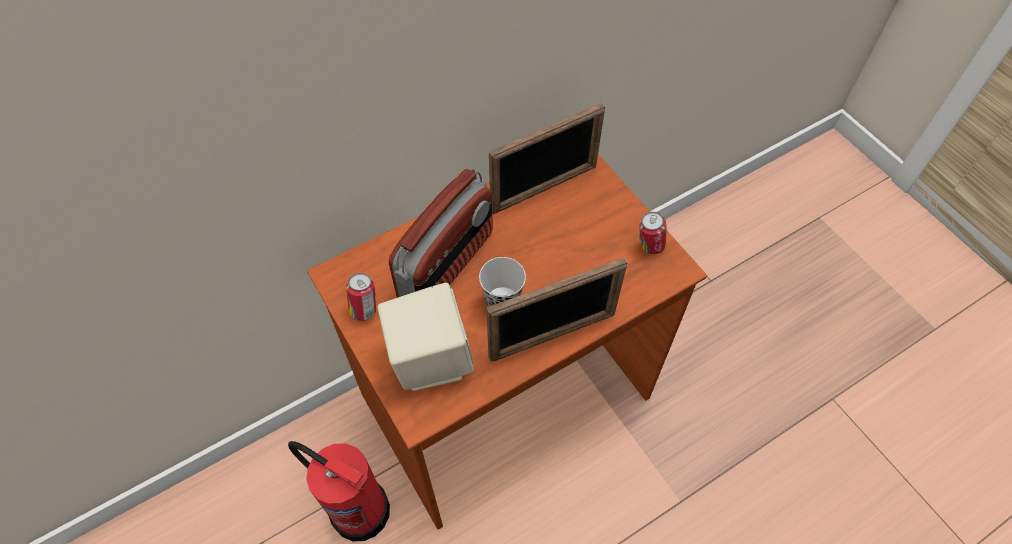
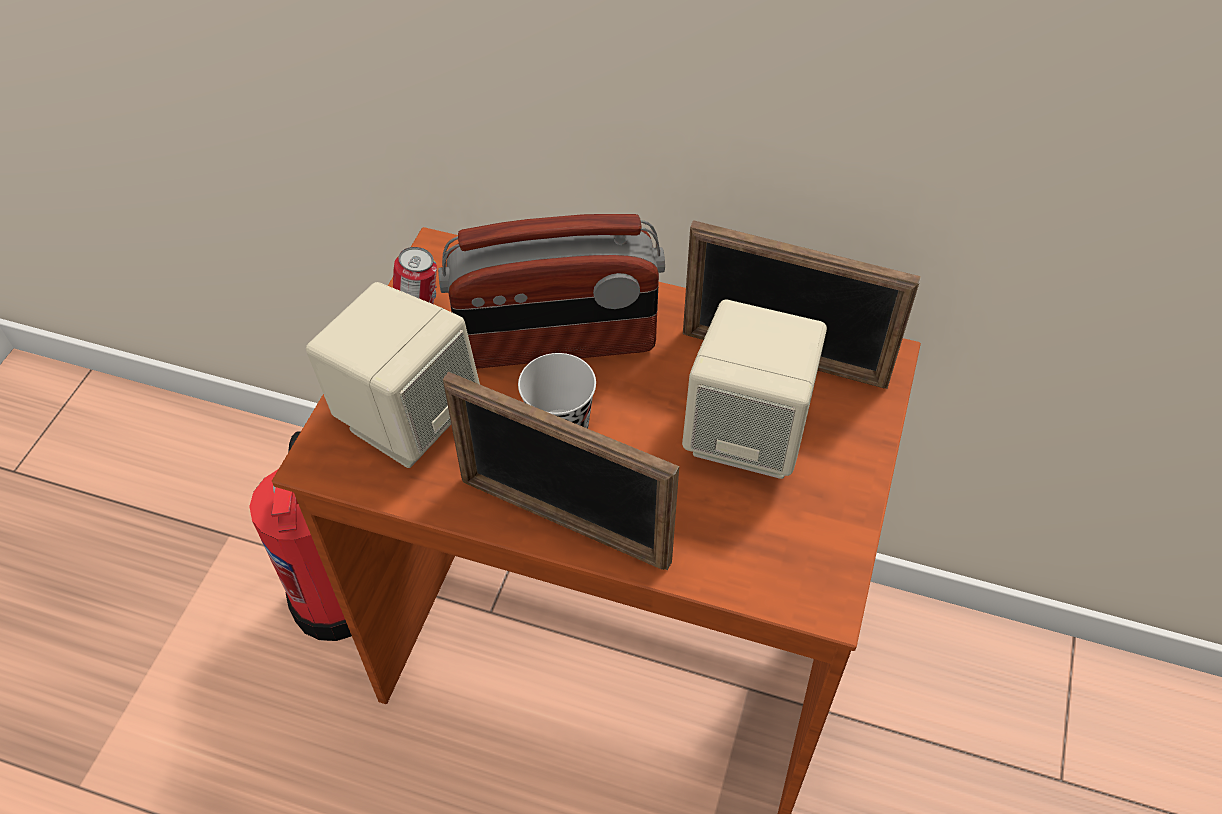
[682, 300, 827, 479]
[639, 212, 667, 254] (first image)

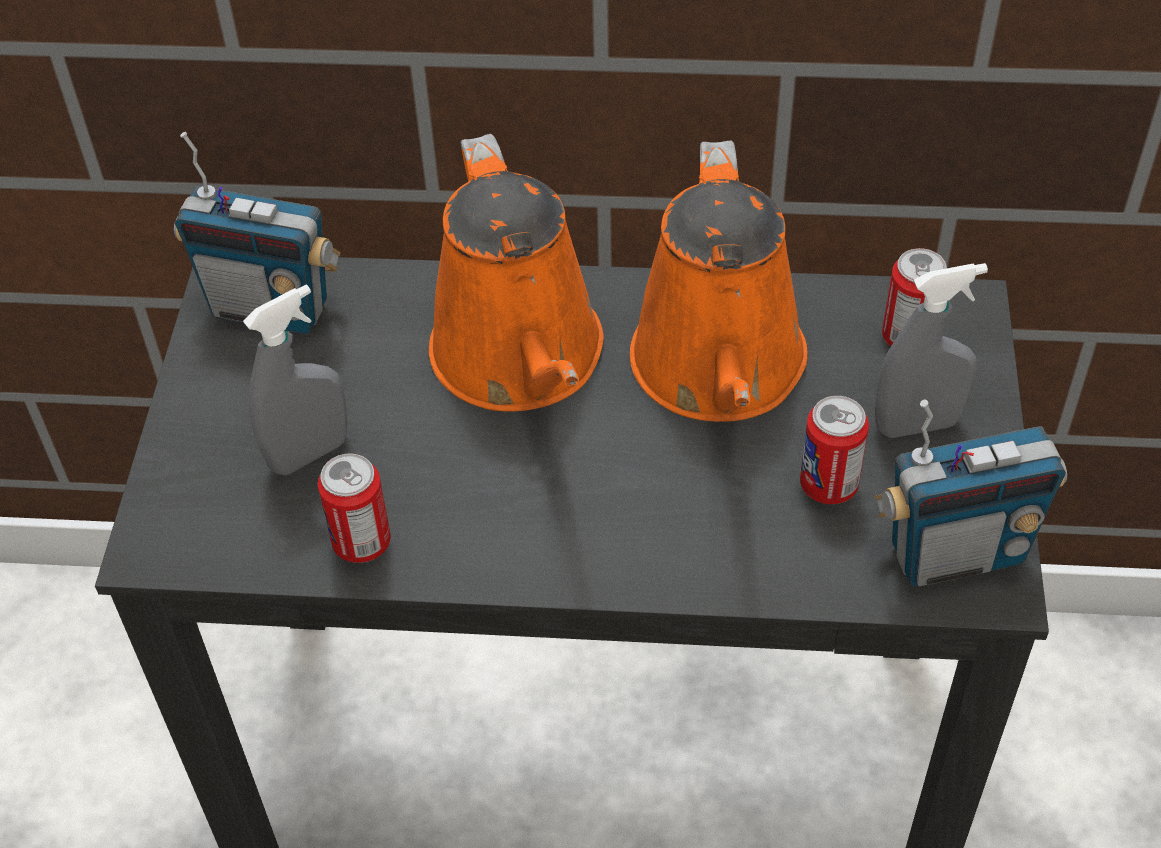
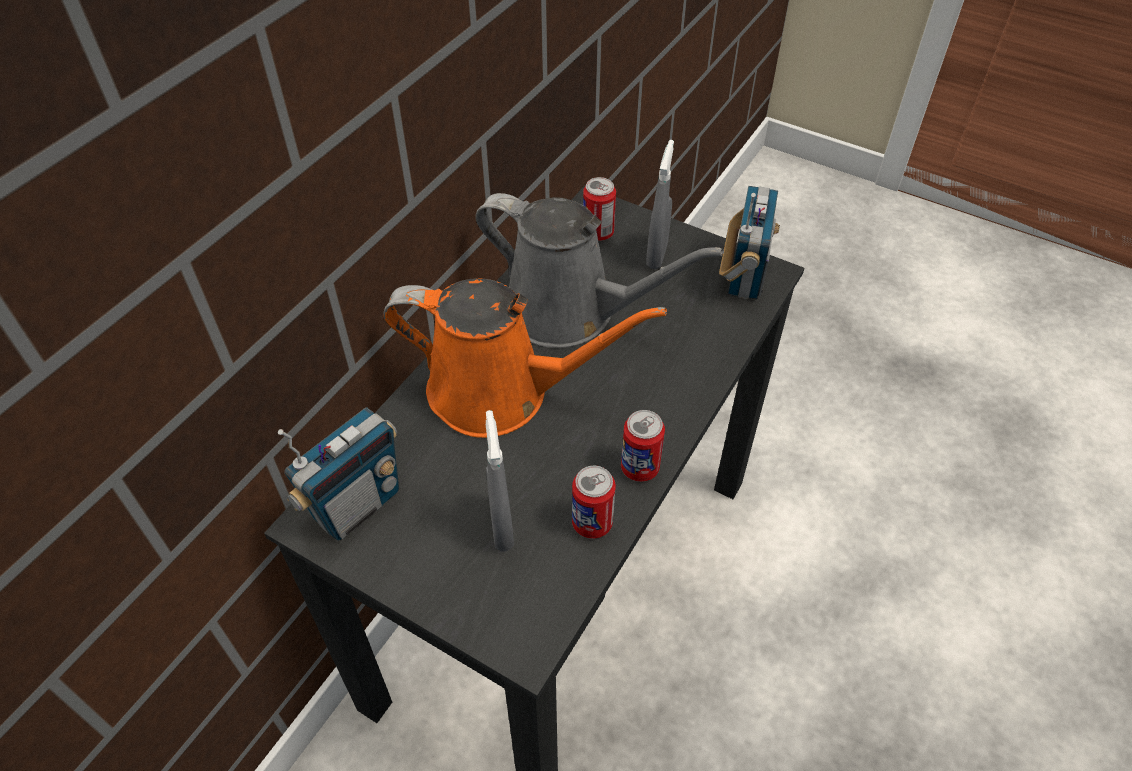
[475, 193, 724, 348]
[621, 410, 665, 482]

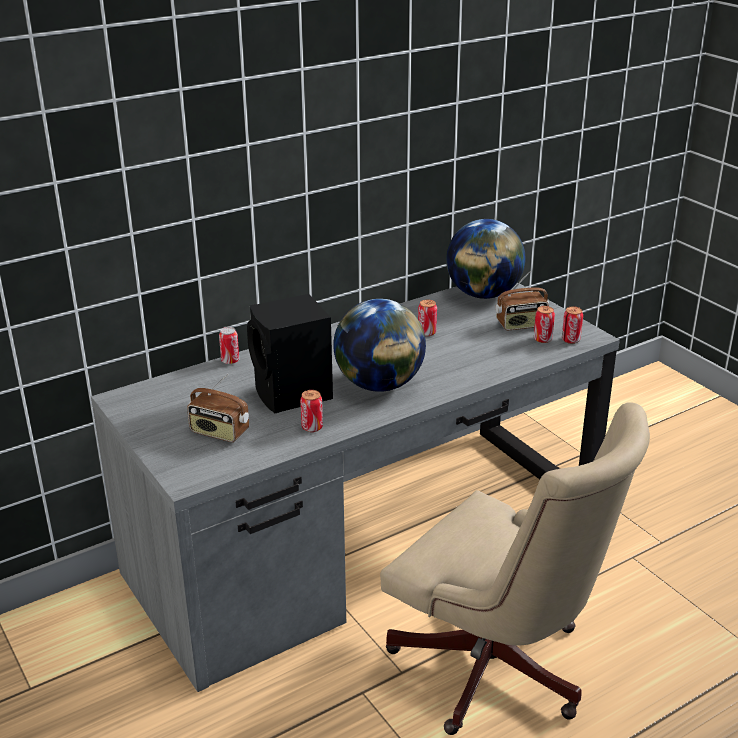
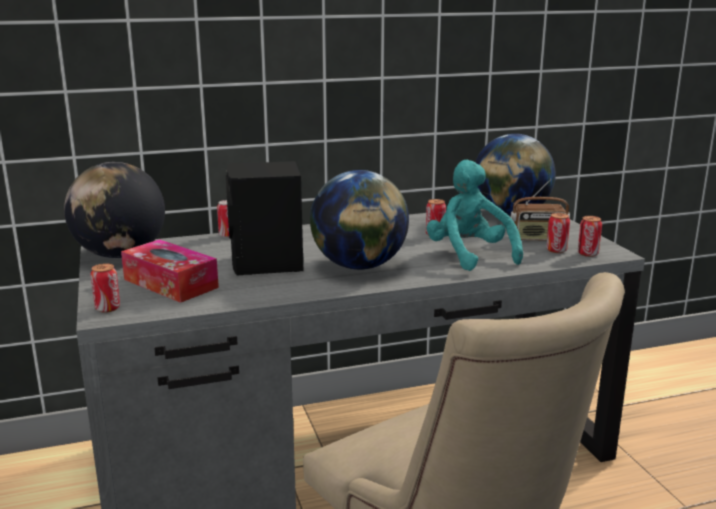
[64, 162, 165, 258]
[90, 263, 120, 313]
[121, 239, 219, 303]
[426, 160, 523, 271]

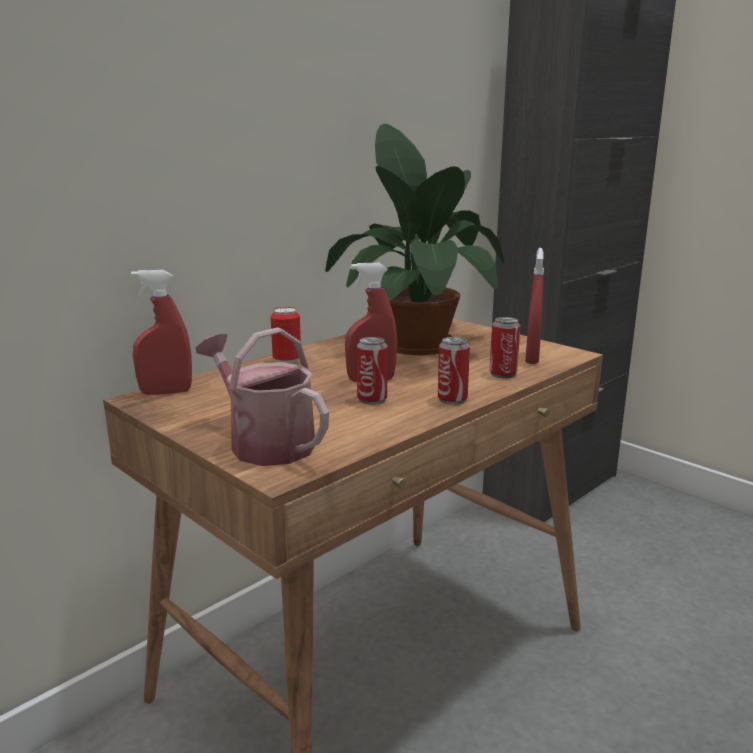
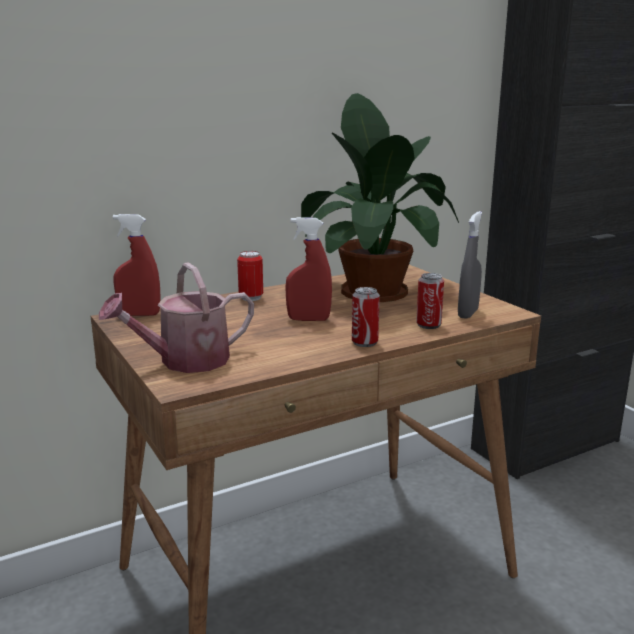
[99, 262, 254, 373]
[458, 211, 482, 319]
[357, 337, 388, 405] (first image)

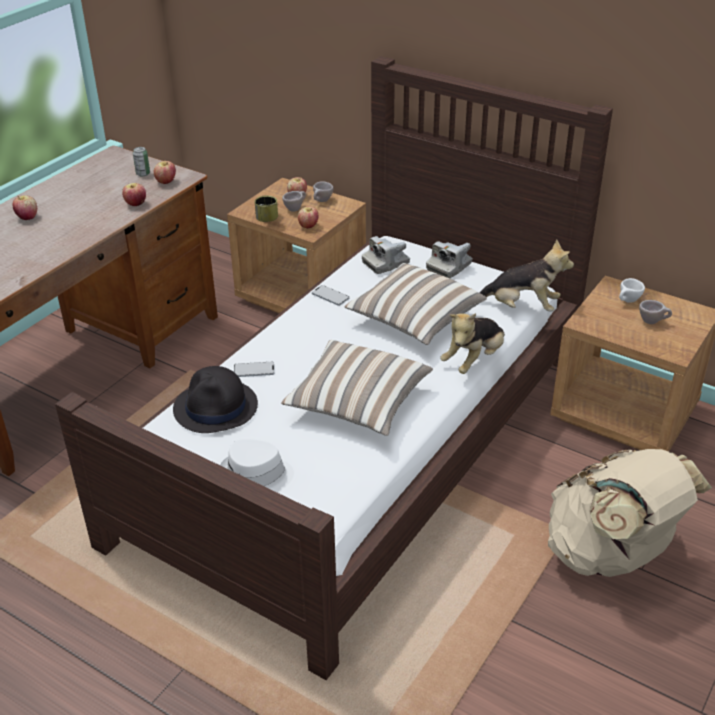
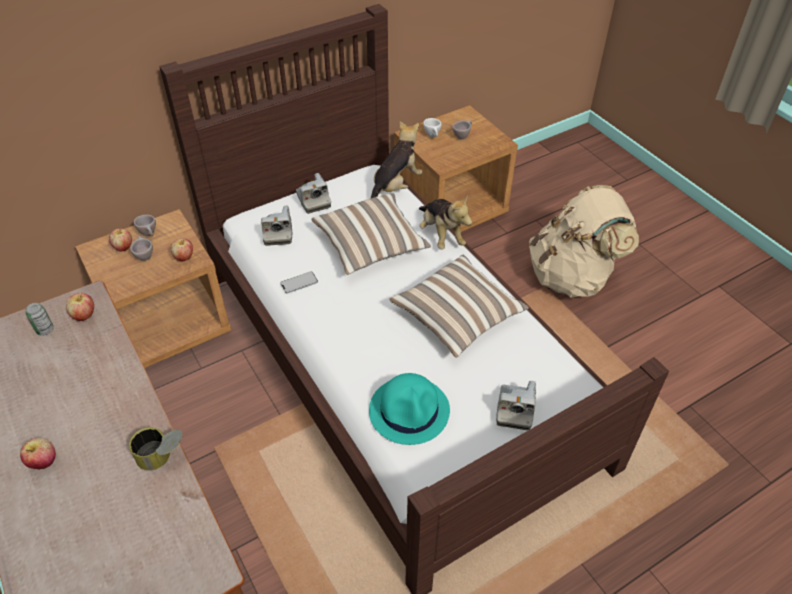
[129, 427, 183, 471]
[369, 373, 450, 445]
[496, 381, 536, 430]
[122, 183, 146, 206] (first image)
[234, 362, 274, 377] (first image)

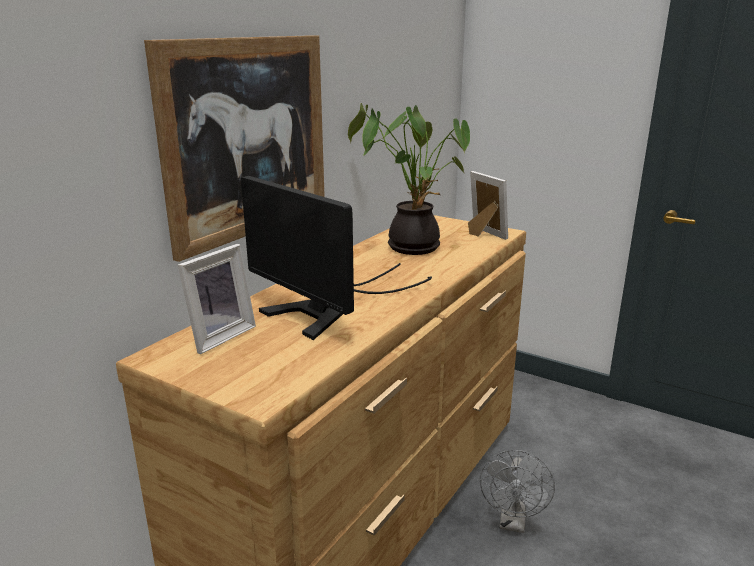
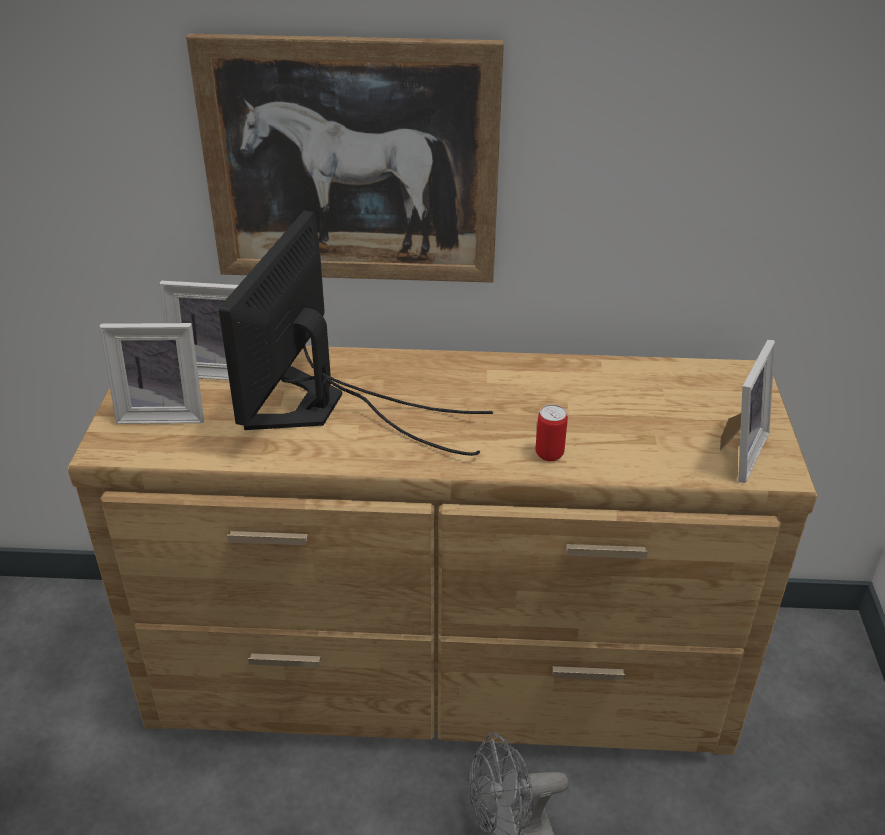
[99, 323, 204, 424]
[535, 405, 568, 461]
[348, 103, 470, 255] (first image)

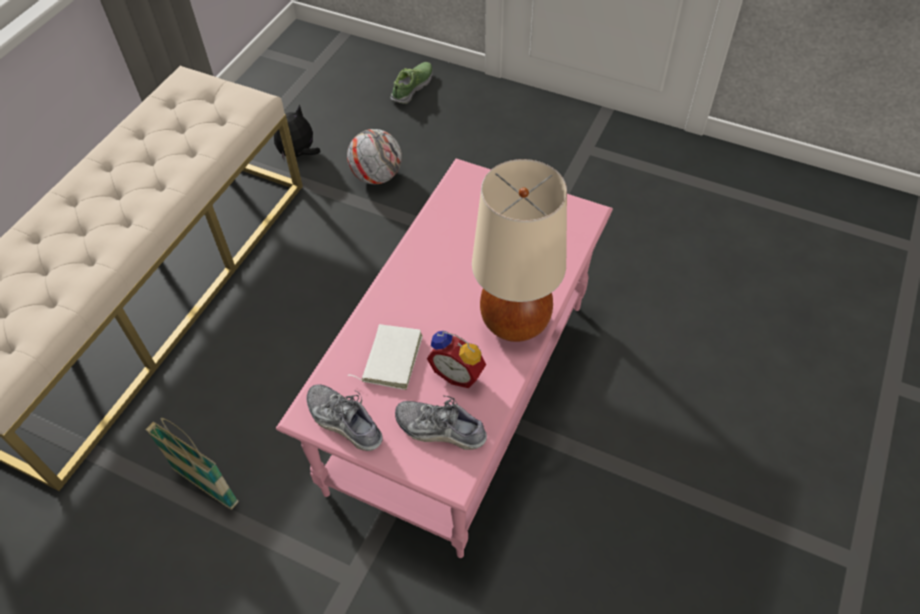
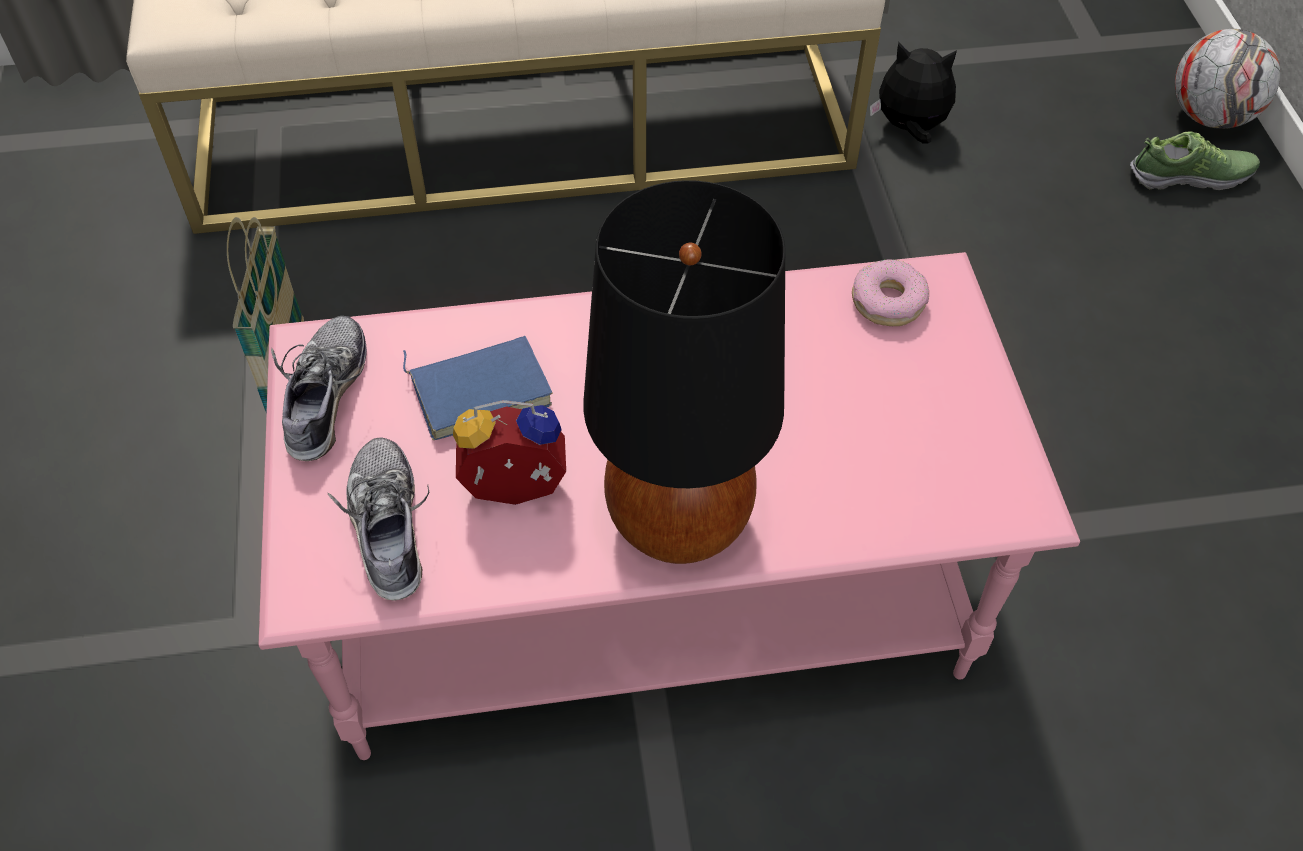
[403, 336, 553, 440]
[453, 400, 566, 505]
[583, 180, 786, 564]
[852, 259, 929, 326]
[1175, 29, 1280, 129]

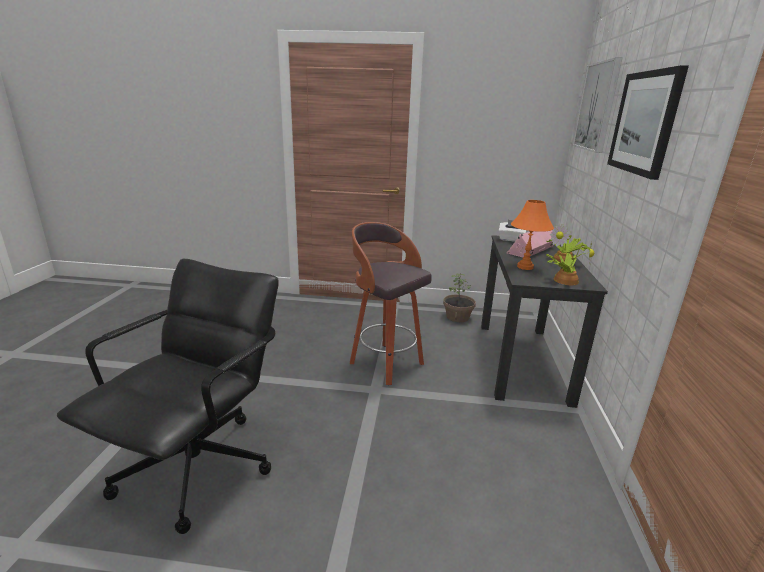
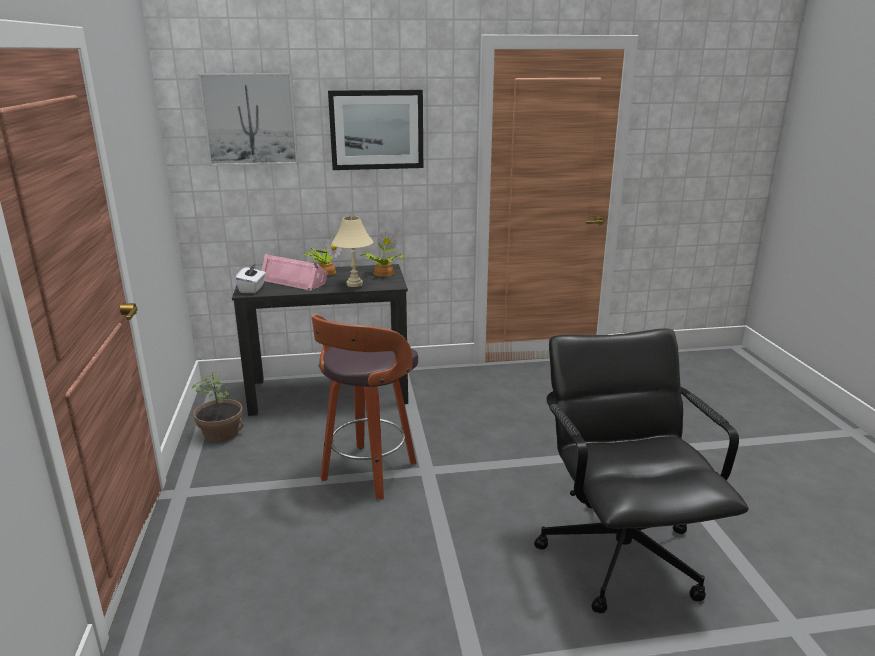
[332, 216, 373, 287]
[534, 329, 749, 613]

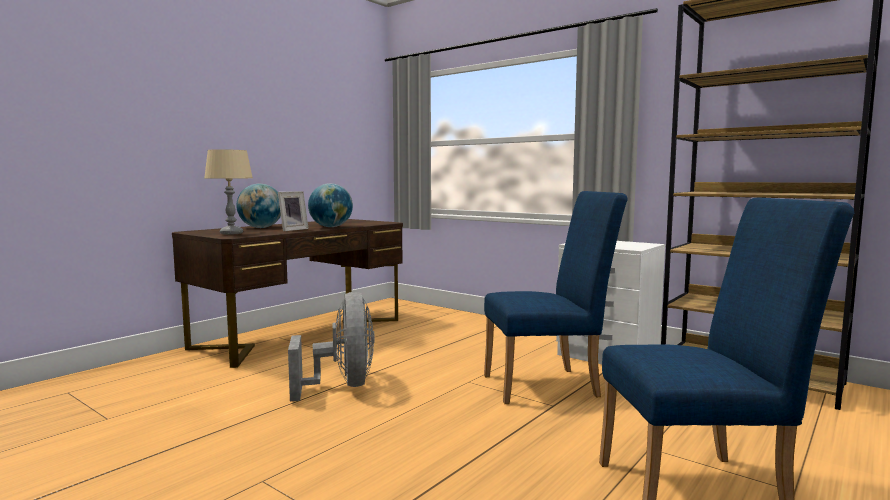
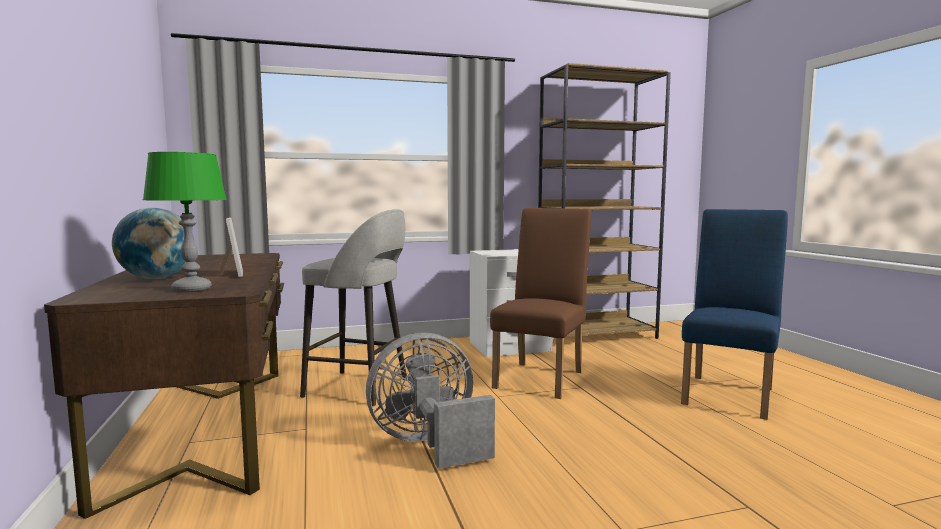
[143, 152, 227, 292]
[300, 209, 407, 406]
[366, 333, 495, 469]
[490, 208, 592, 399]
[308, 183, 353, 227] (first image)

